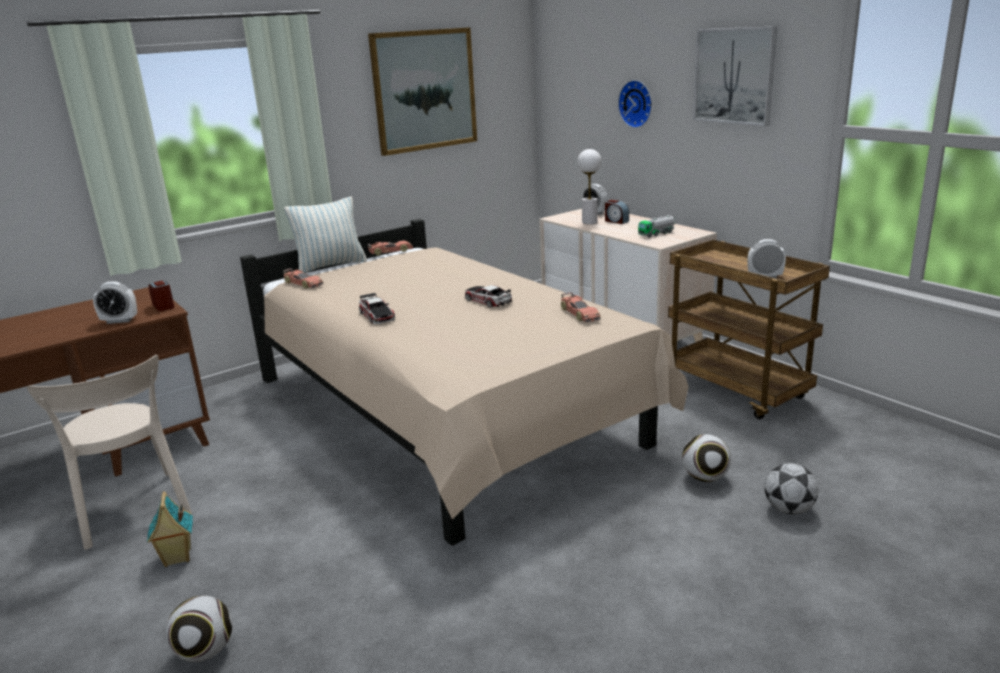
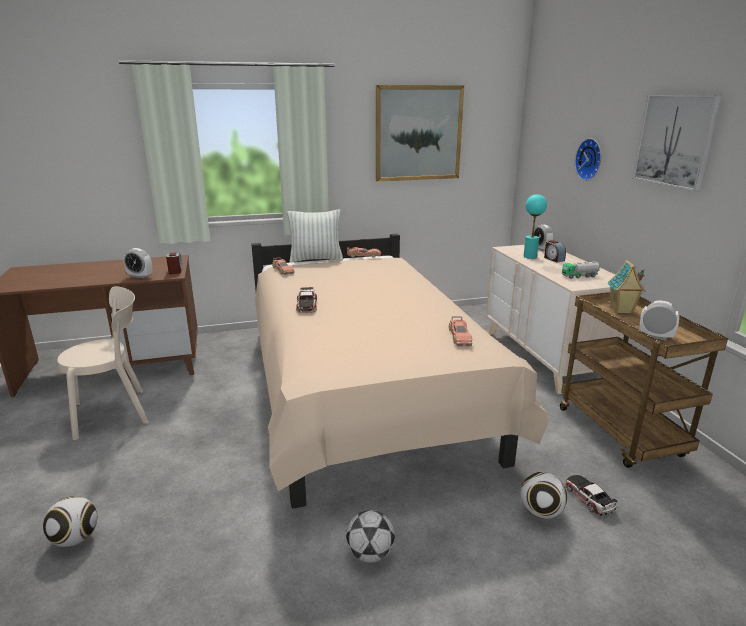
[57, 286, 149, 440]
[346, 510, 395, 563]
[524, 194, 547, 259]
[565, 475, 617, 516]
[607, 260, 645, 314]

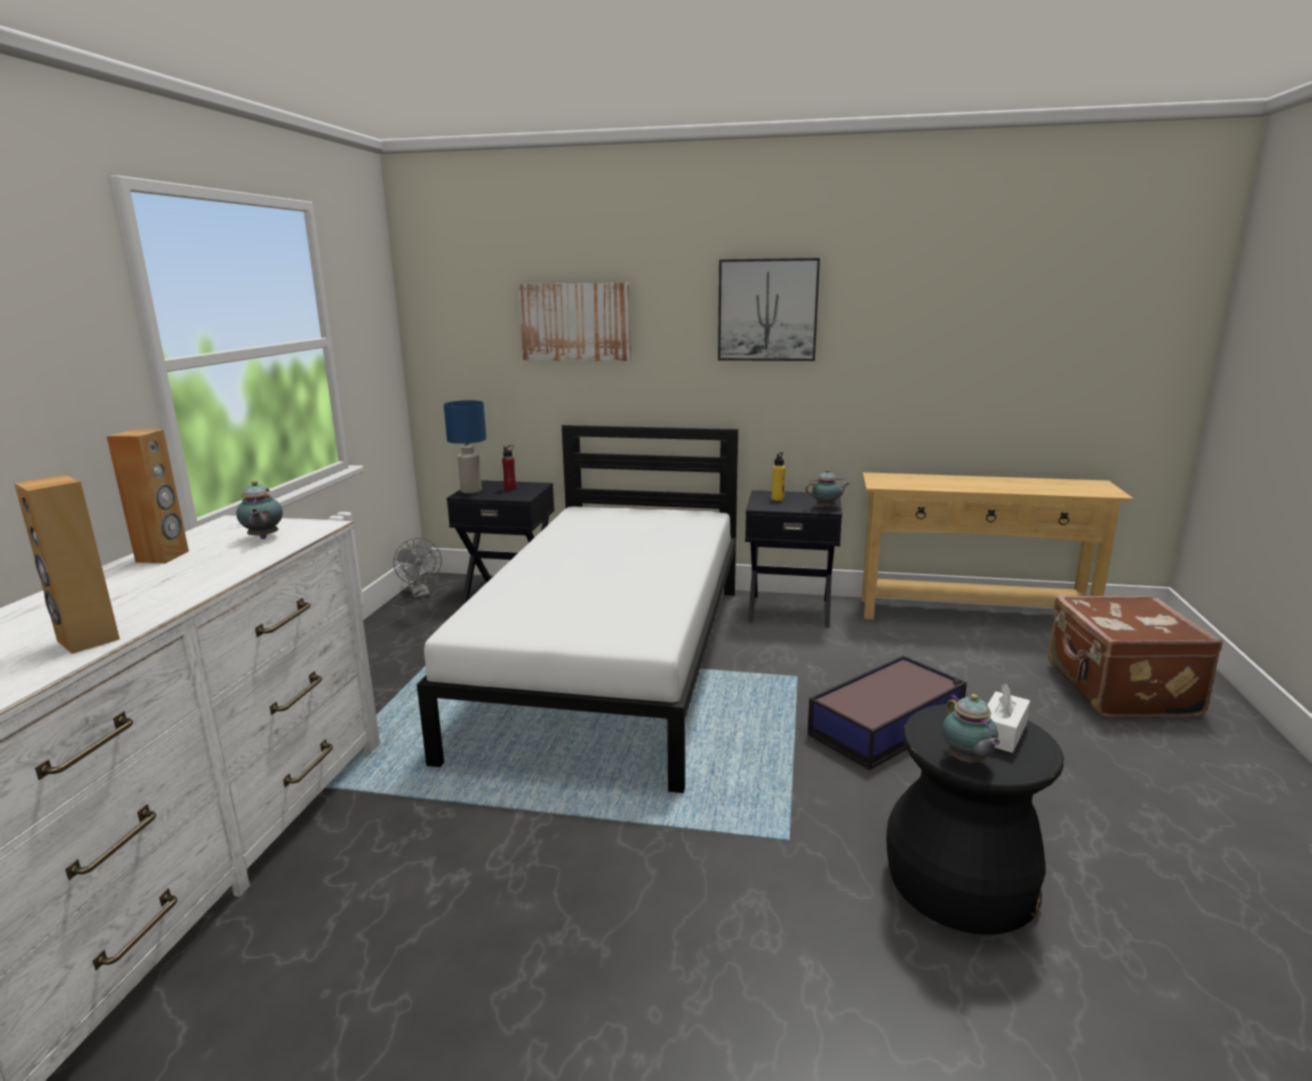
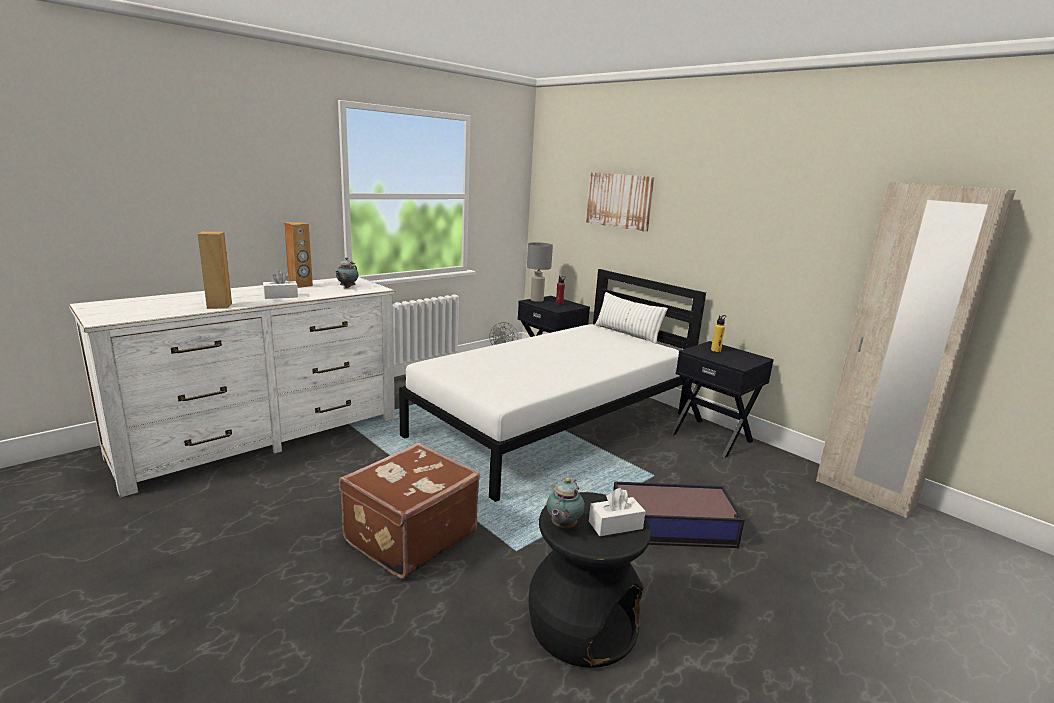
[263, 271, 298, 299]
[339, 443, 480, 579]
[527, 242, 553, 302]
[595, 292, 668, 344]
[816, 182, 1016, 518]
[718, 258, 820, 361] (first image)
[805, 469, 849, 508] (first image)

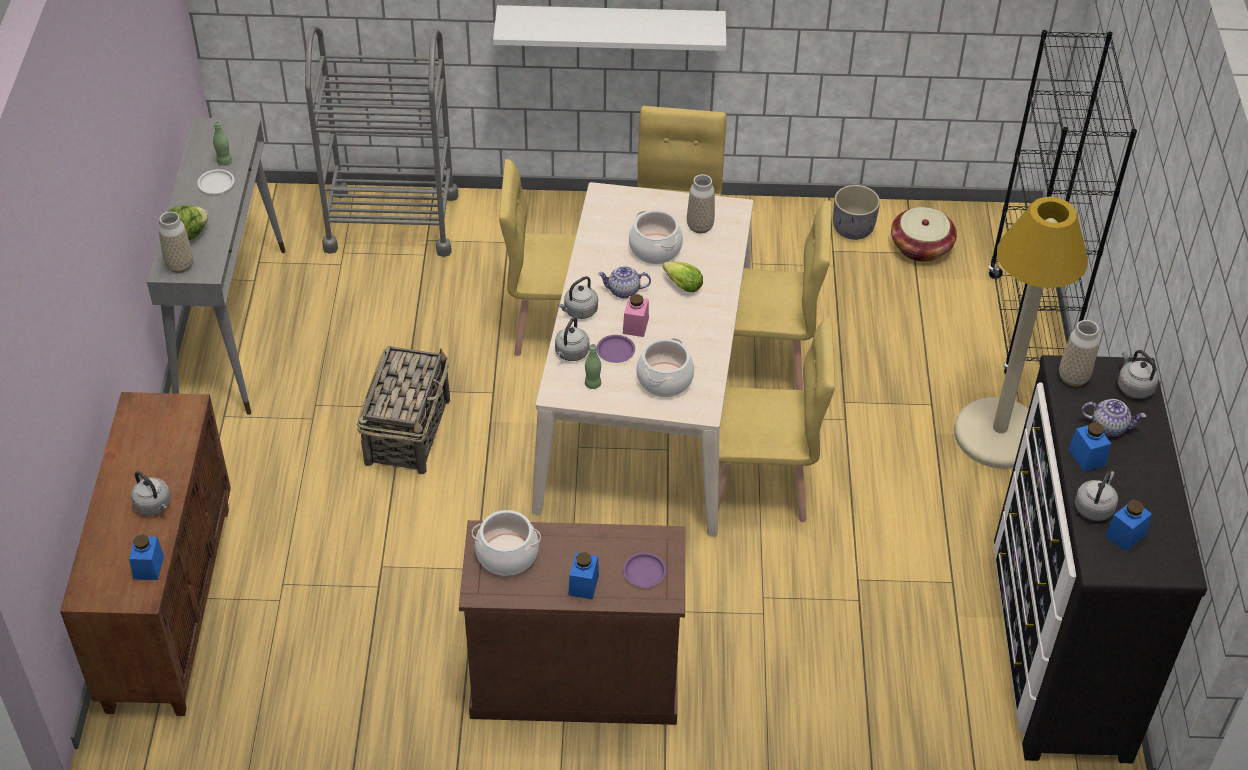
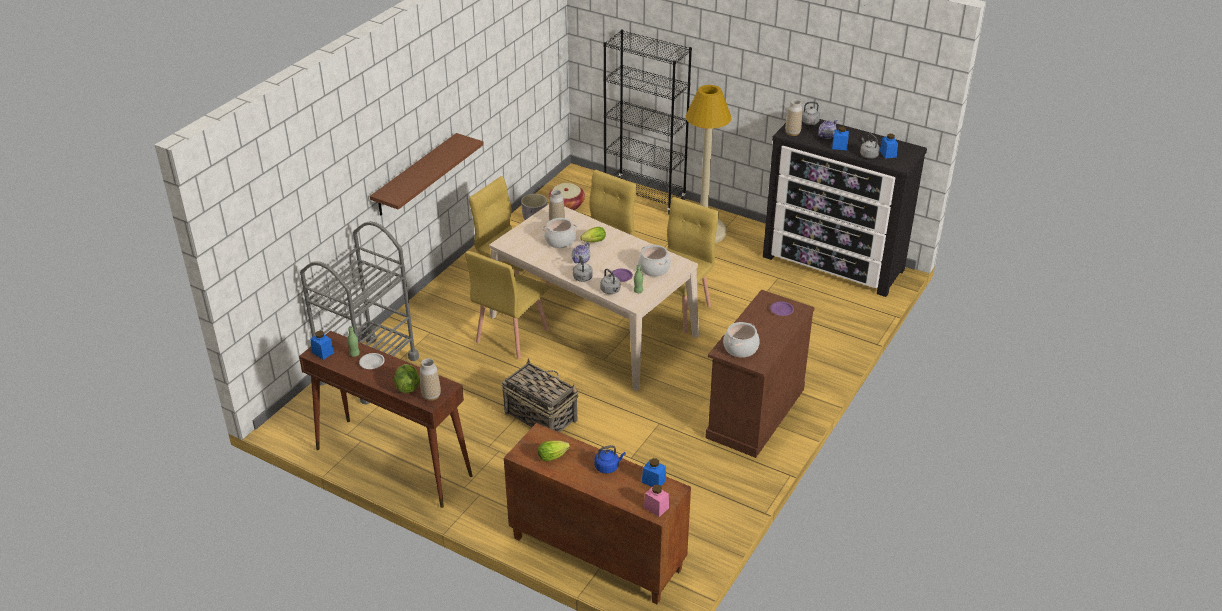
[299, 330, 472, 508]
[310, 331, 334, 360]
[370, 133, 484, 216]
[538, 441, 570, 461]
[594, 445, 626, 474]
[644, 484, 669, 517]

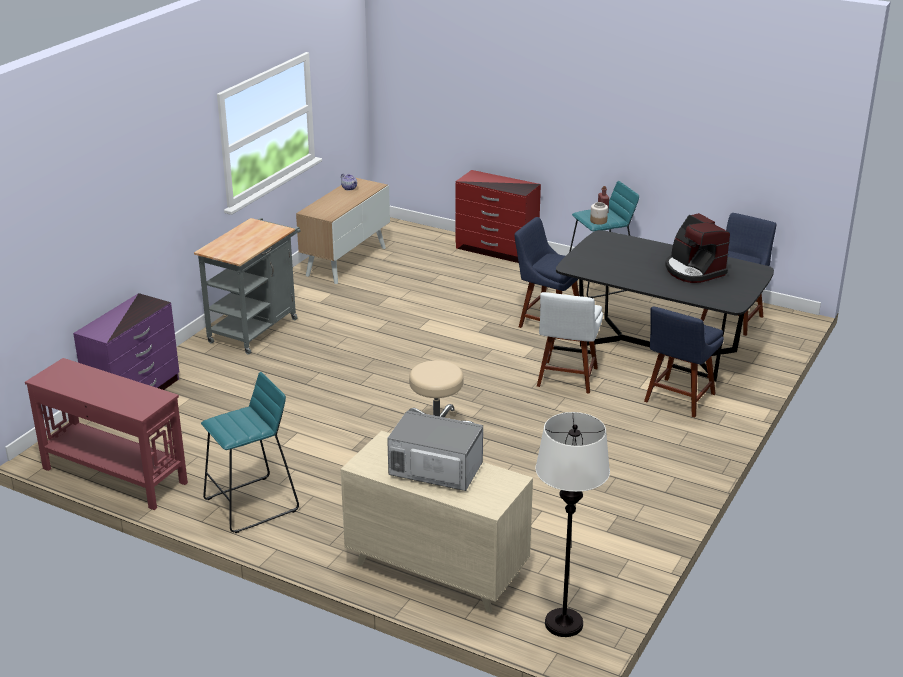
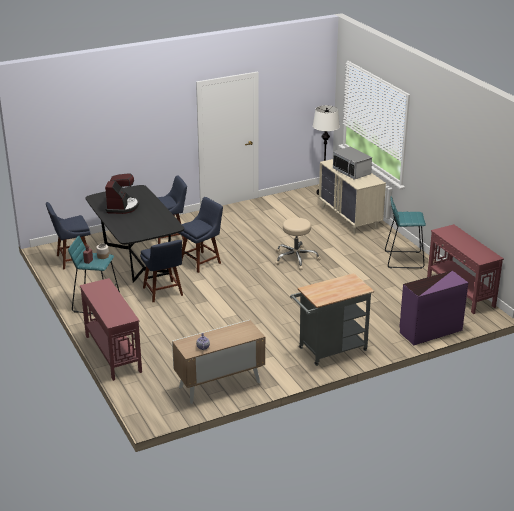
[80, 278, 142, 381]
[179, 197, 223, 273]

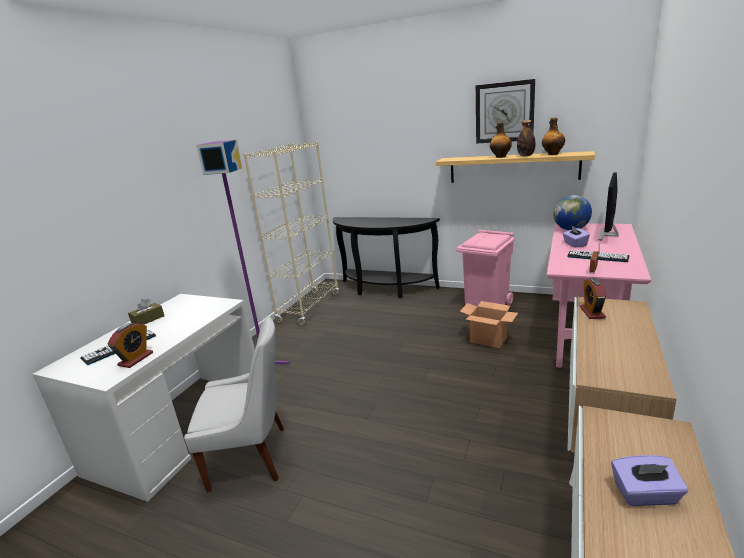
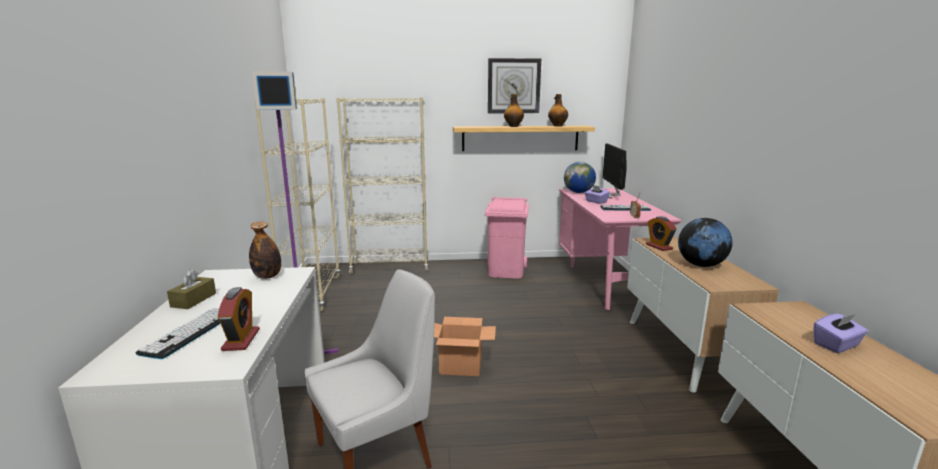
[249, 222, 281, 279]
[337, 98, 428, 274]
[434, 317, 496, 376]
[678, 218, 733, 267]

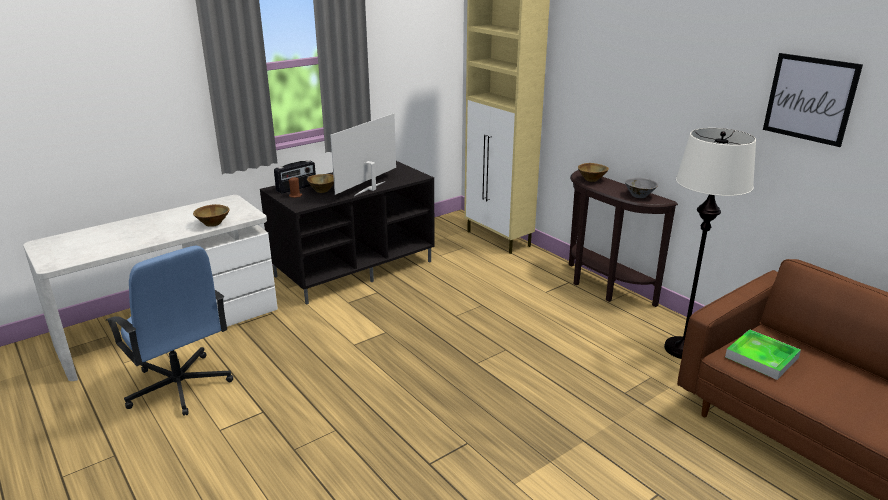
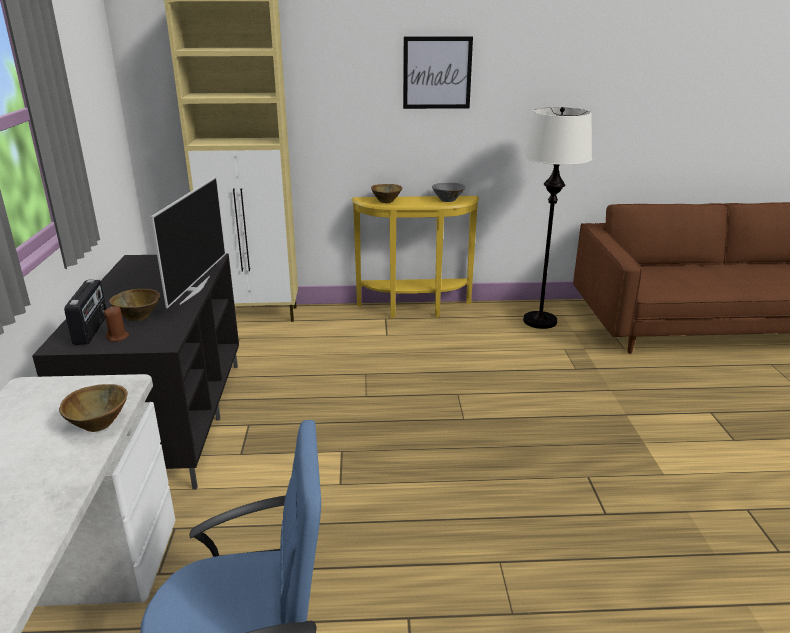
[151, 176, 226, 308]
[351, 196, 479, 318]
[403, 36, 473, 109]
[725, 329, 801, 380] (first image)

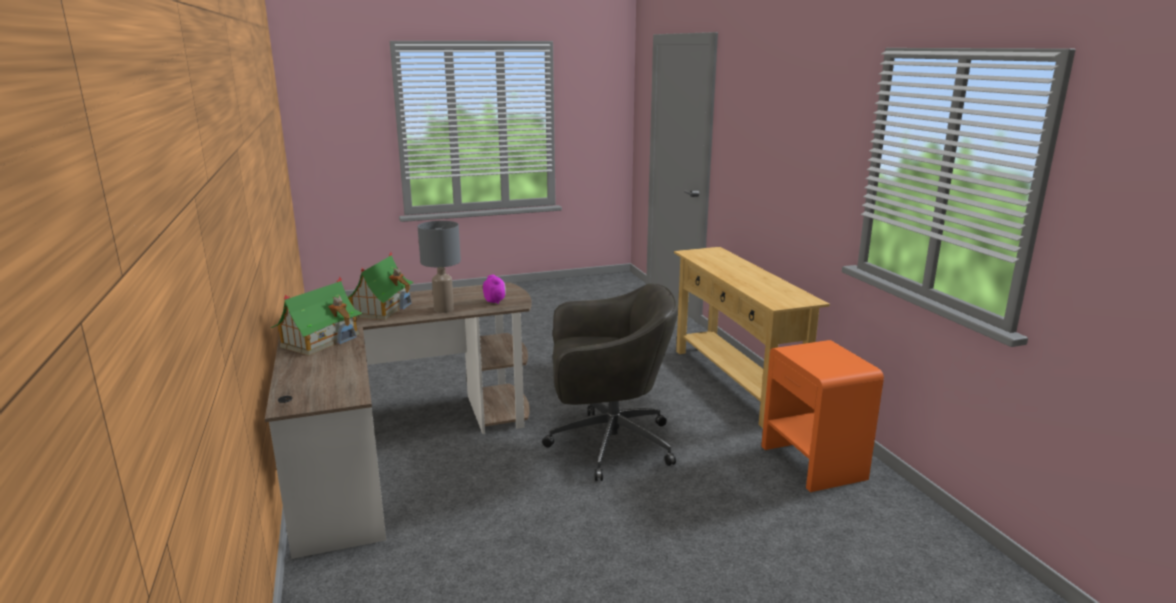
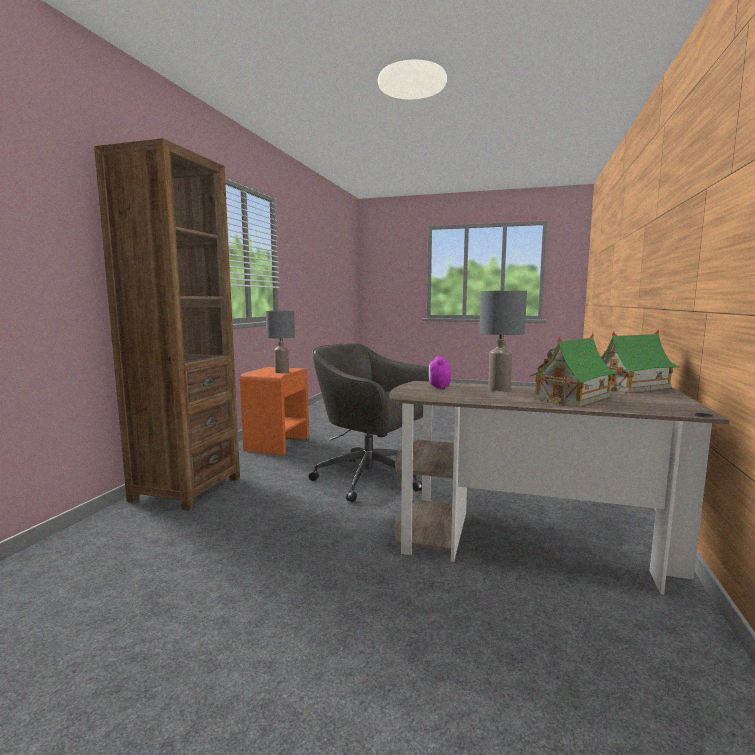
[94, 138, 240, 511]
[266, 311, 295, 373]

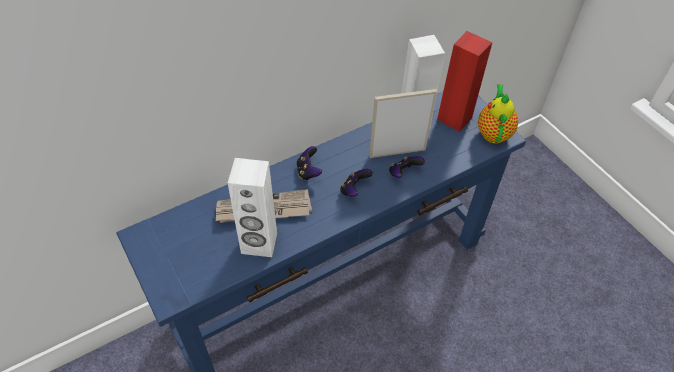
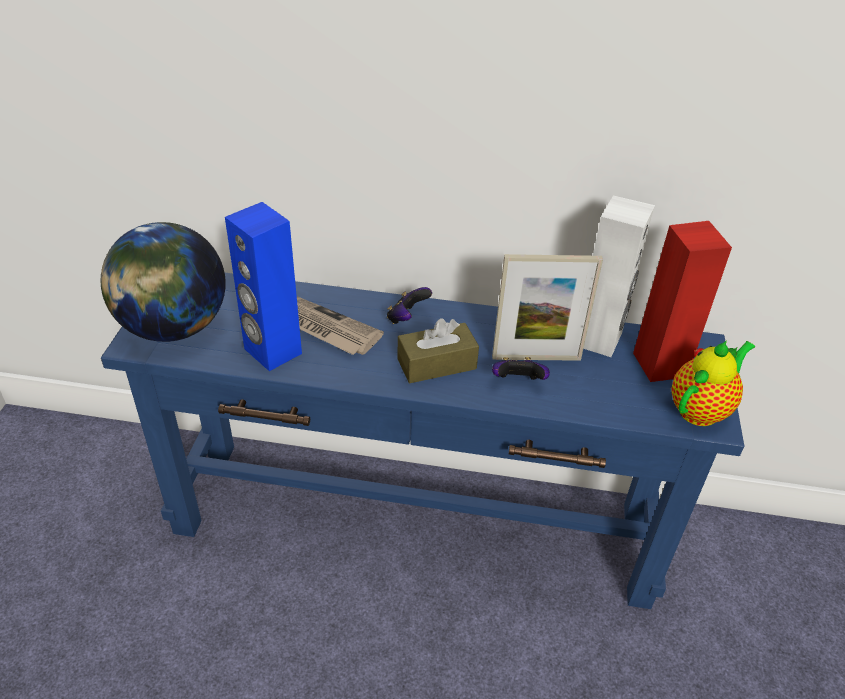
[101, 222, 226, 342]
[225, 202, 302, 371]
[397, 318, 479, 383]
[492, 254, 603, 361]

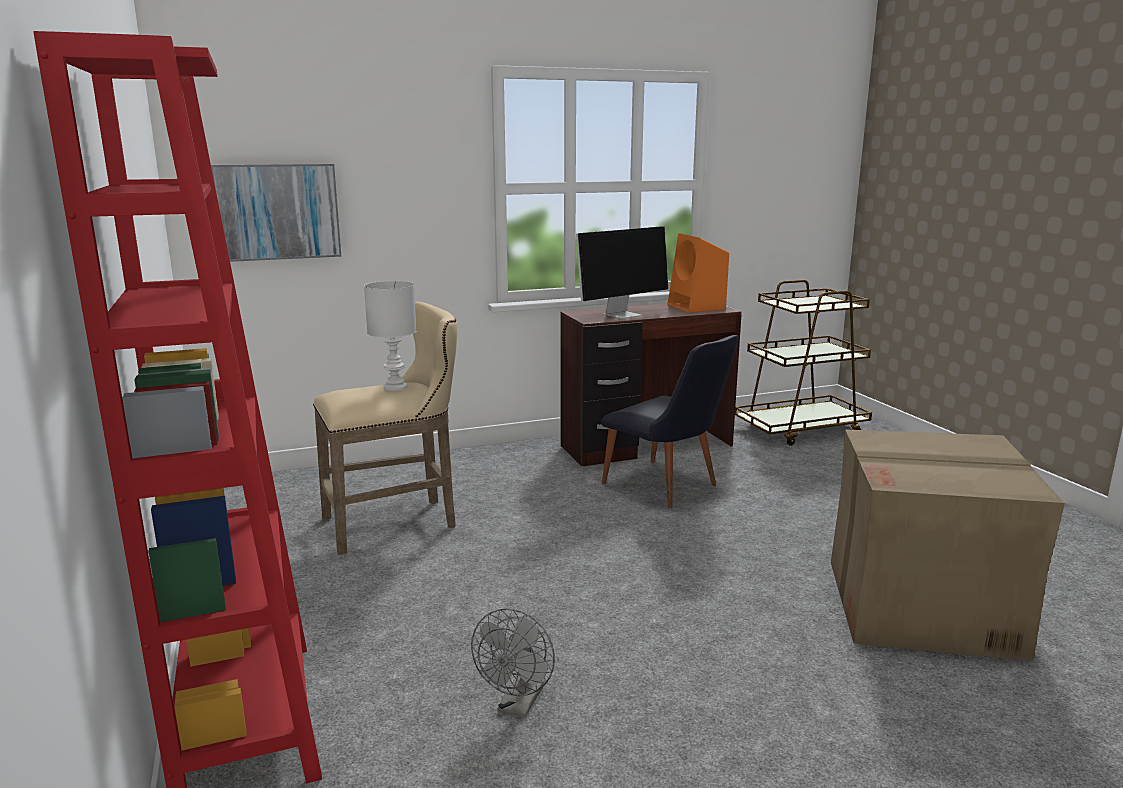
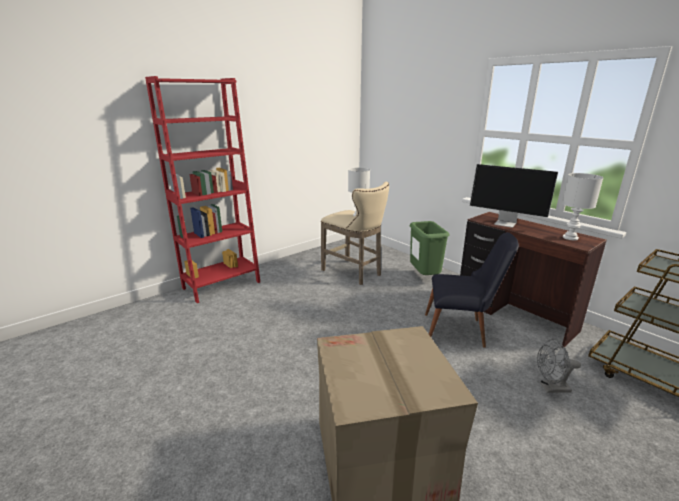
[410, 221, 450, 275]
[425, 232, 519, 348]
[537, 339, 581, 393]
[562, 173, 603, 240]
[211, 164, 341, 262] (first image)

